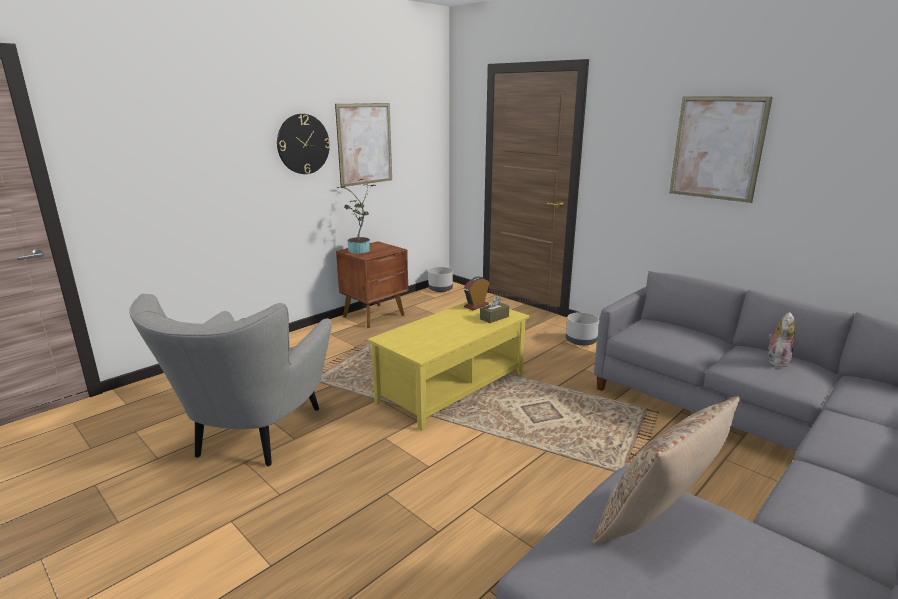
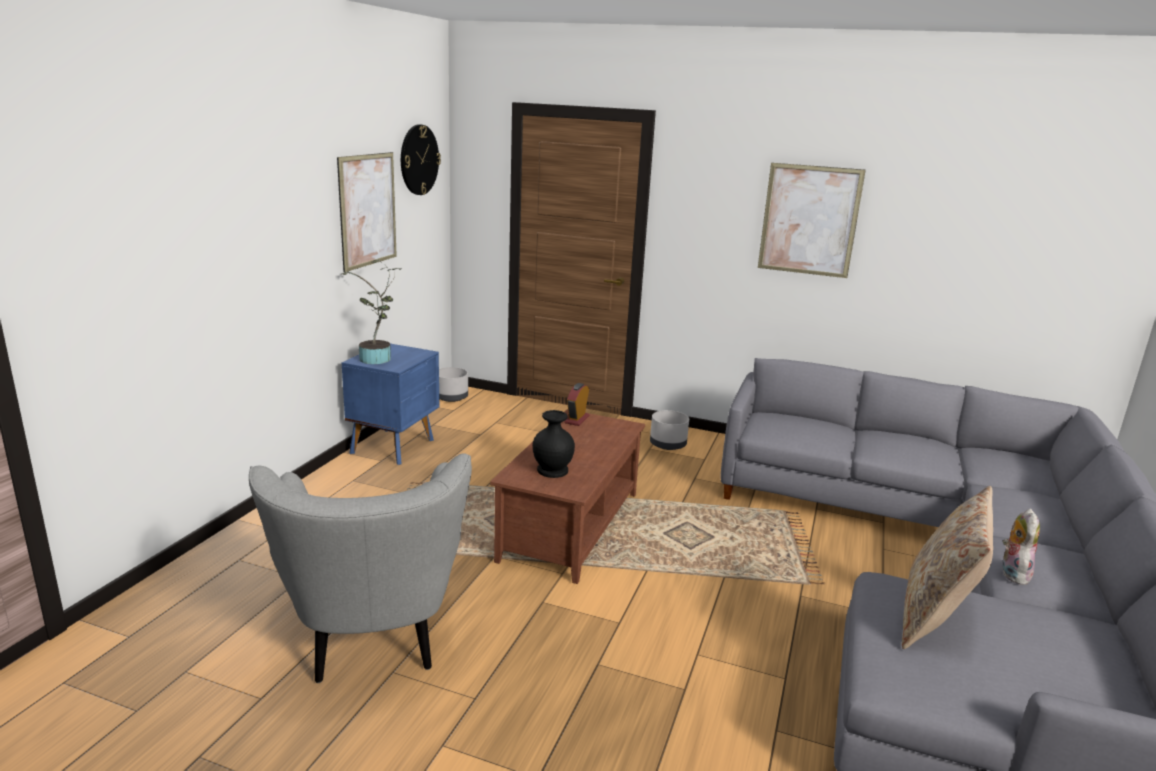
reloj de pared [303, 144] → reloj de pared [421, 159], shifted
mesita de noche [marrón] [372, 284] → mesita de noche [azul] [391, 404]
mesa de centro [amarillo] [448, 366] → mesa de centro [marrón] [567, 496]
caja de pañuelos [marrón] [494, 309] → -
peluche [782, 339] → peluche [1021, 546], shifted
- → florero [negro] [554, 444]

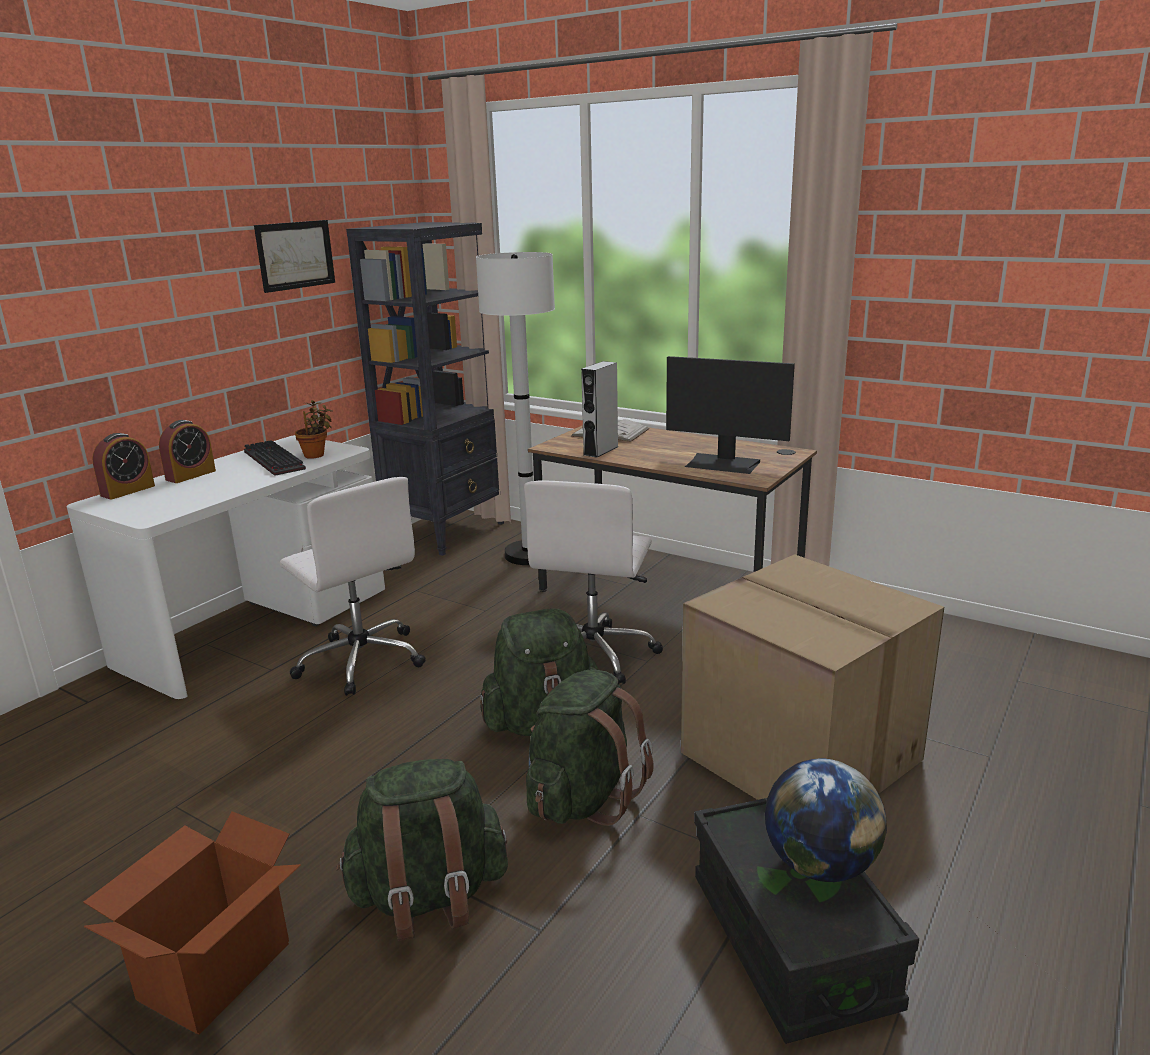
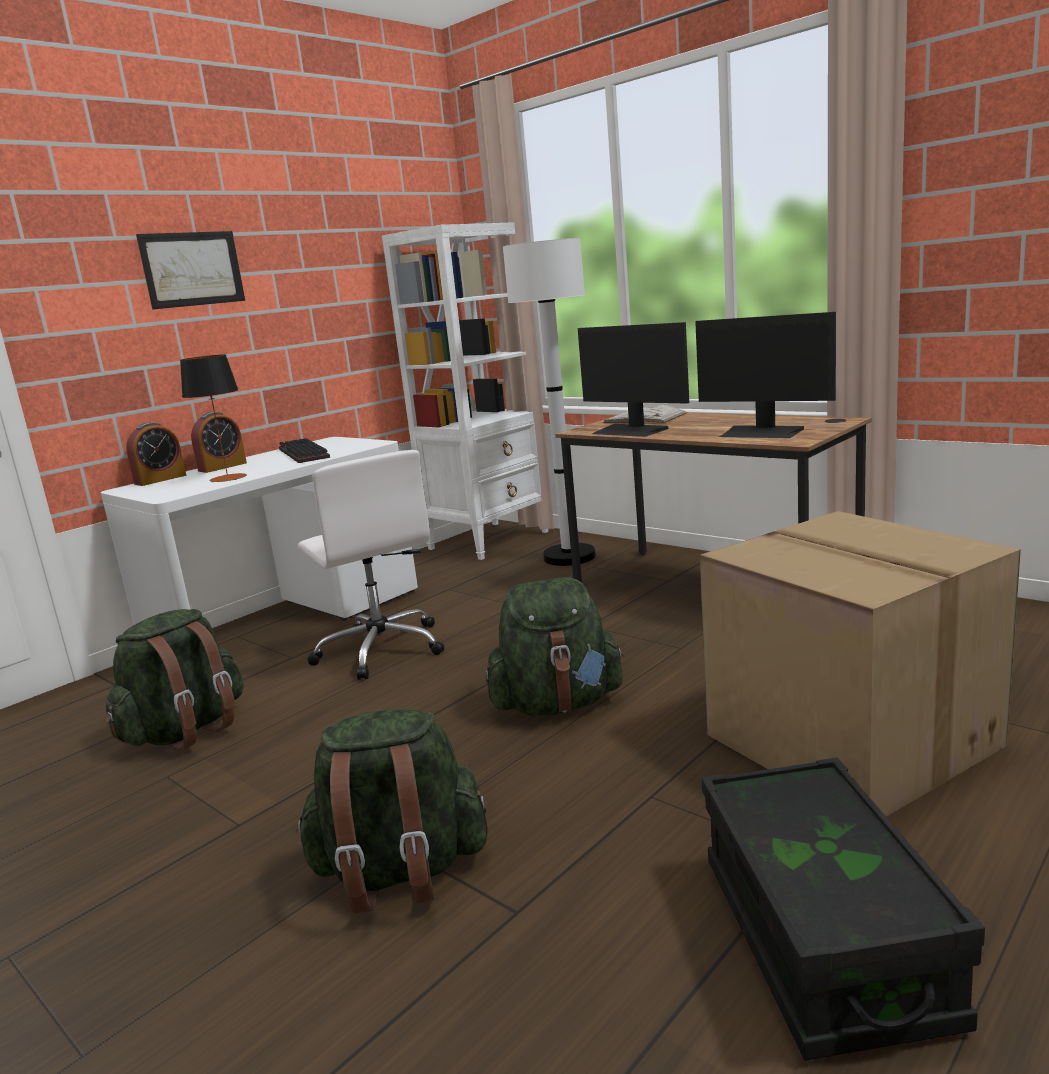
caja de cartón [192, 923] → -
cuadro [294, 256] → cuadro [190, 270], shifted
planta en maceta [314, 429] → -
estantería [negro] [425, 389] → estantería [blanco] [465, 391]
silla de oficina [blanco] [593, 582] → -
mochila [verde] [590, 748] → mochila [verde] [175, 680], shifted
altavoz [gris] [599, 409] → monitor [633, 379]
globo terráqueo [826, 820] → -
- → lámpara de mesa [213, 418]

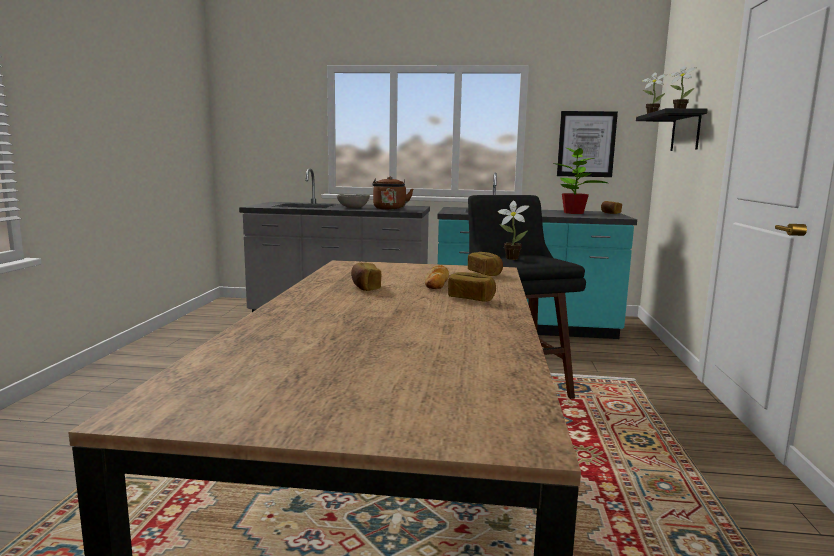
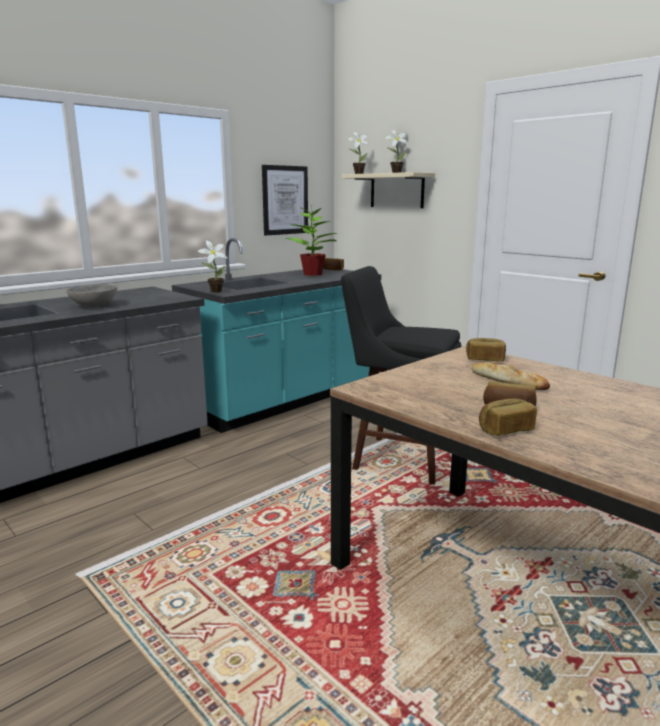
hervidor [marrón] [392, 193] → -
pan [472, 287] → pan [508, 417], shifted
planta en maceta [513, 230] → planta en maceta [212, 266], shifted
estante [negro] [672, 129] → estante [beis] [388, 190]

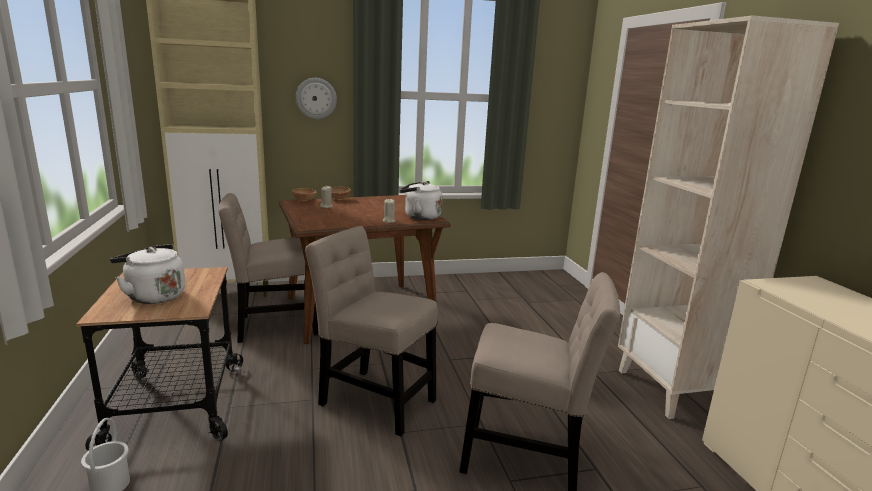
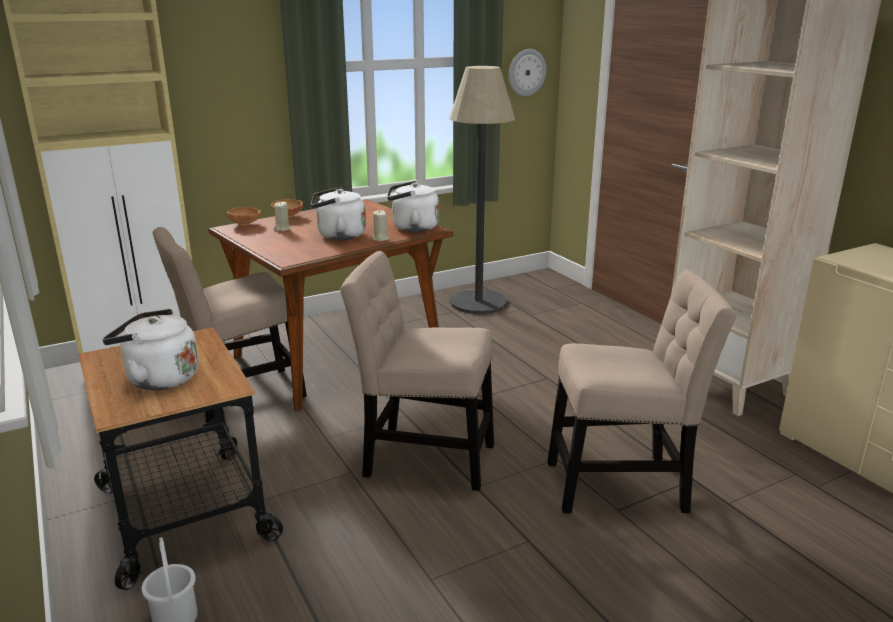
reloj de pared [316, 98] → reloj de pared [527, 72], shifted
- → hervidor [blanco] [338, 213]
- → lámpara de pie [482, 190]

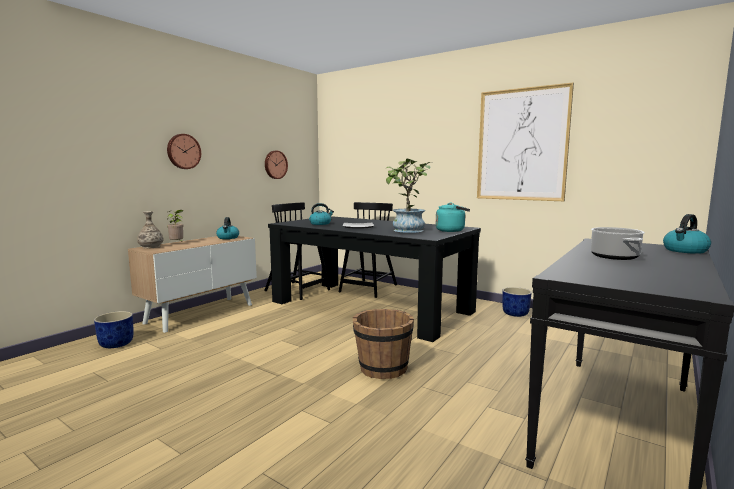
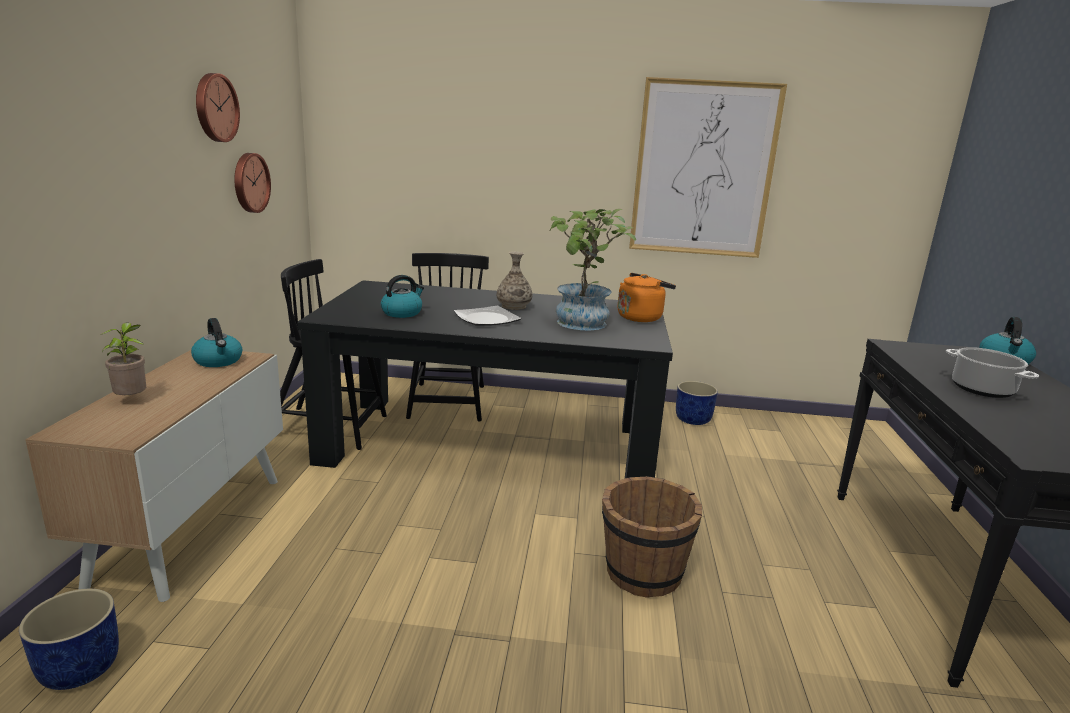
florero [150, 230] → florero [514, 281], shifted
reloj de pared [184, 151] → reloj de pared [218, 107], shifted
hervidor [turquesa] [453, 217] → hervidor [naranja] [646, 297]

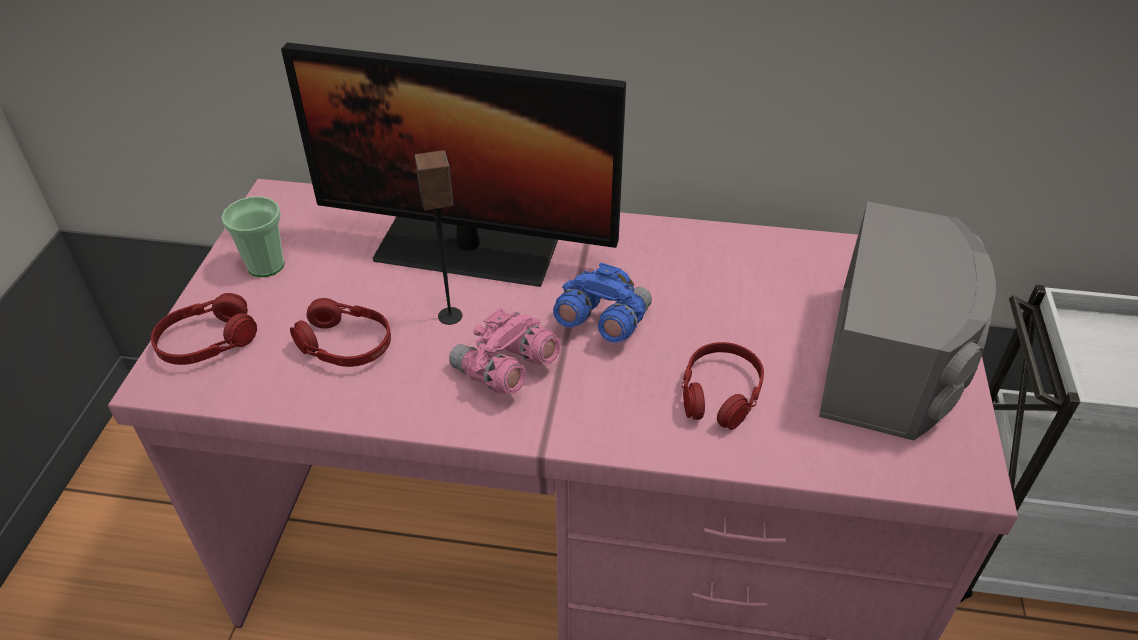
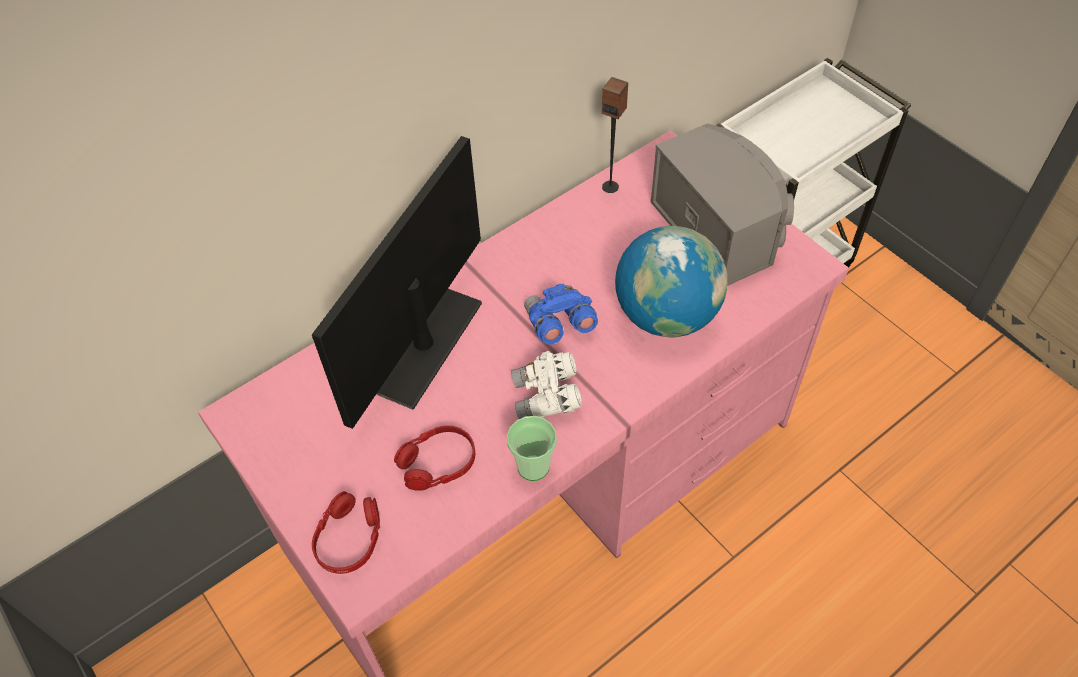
taza [253, 236] → taza [532, 448], shifted
monitor [453, 165] → monitor [397, 282], 150 degrees clockwise
altavoz [438, 237] → altavoz [615, 135], shifted
prismáticos [rosa] [505, 351] → prismáticos [blanco] [546, 385]
auriculares [rojo] [723, 386] → globo terráqueo [671, 282]

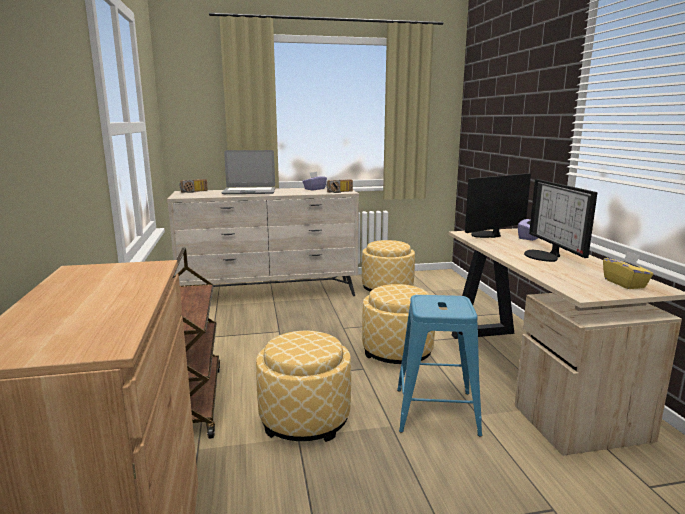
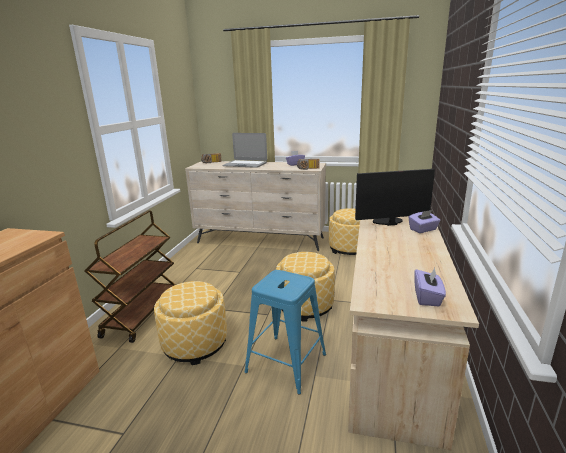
monitor [560, 220] → -
caja de pañuelos [amarillo] [628, 270] → caja de pañuelos [morado] [430, 287]

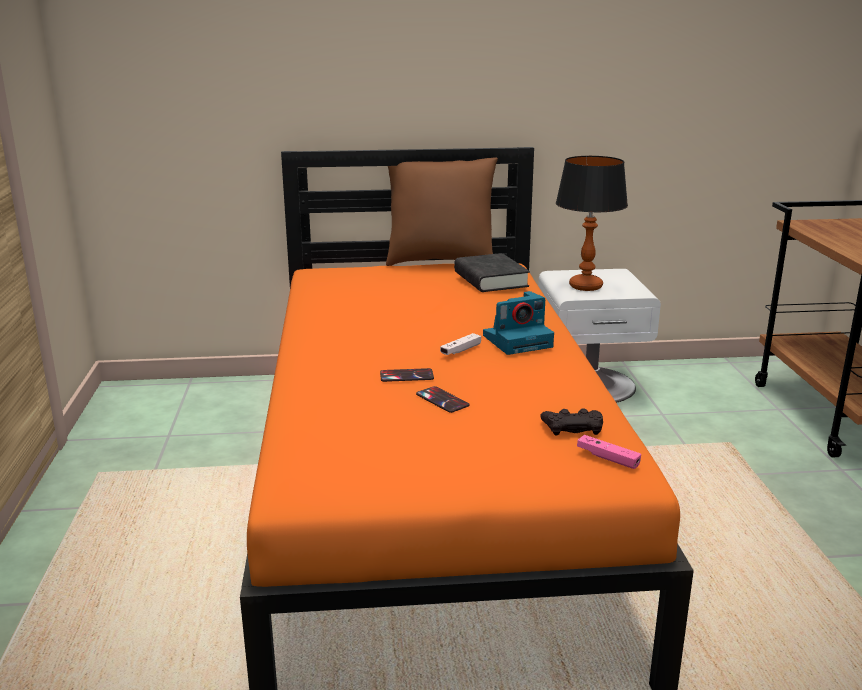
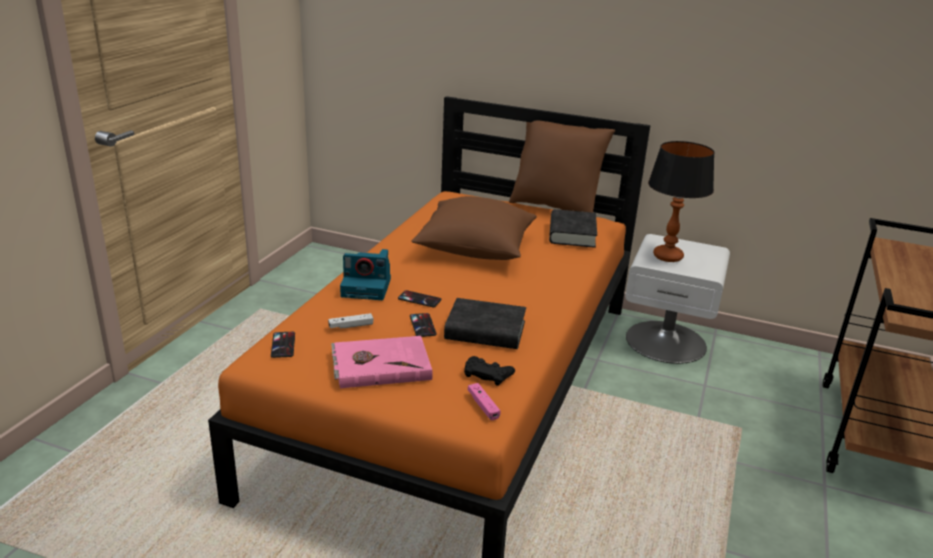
mando de consola [blanco] [460, 344] → mando de consola [blanco] [351, 321], shifted
cámara [518, 323] → cámara [365, 274], shifted
- → móvil [283, 345]
- → libro [rosa] [382, 362]
- → cojín [marrón] [474, 228]
- → libro [negro] [485, 323]

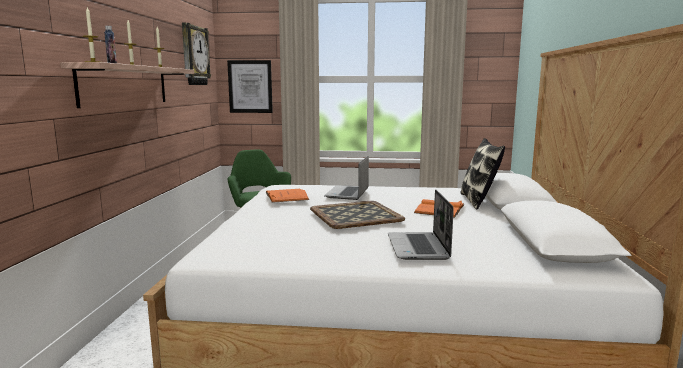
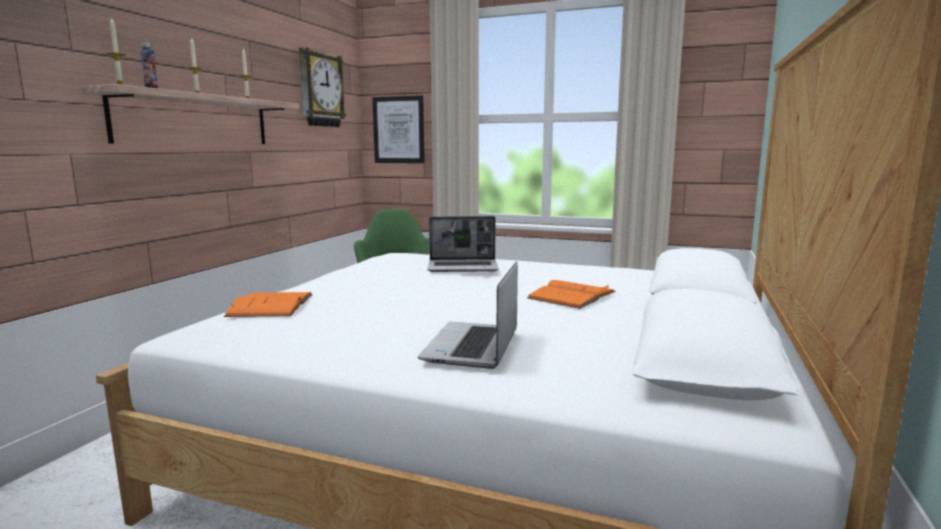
libro [naranja] [287, 196] → libro [naranja] [268, 304], shifted
bandeja [357, 215] → -
portátil [346, 178] → portátil [463, 244], 120 degrees counterclockwise
cojín [482, 173] → -

